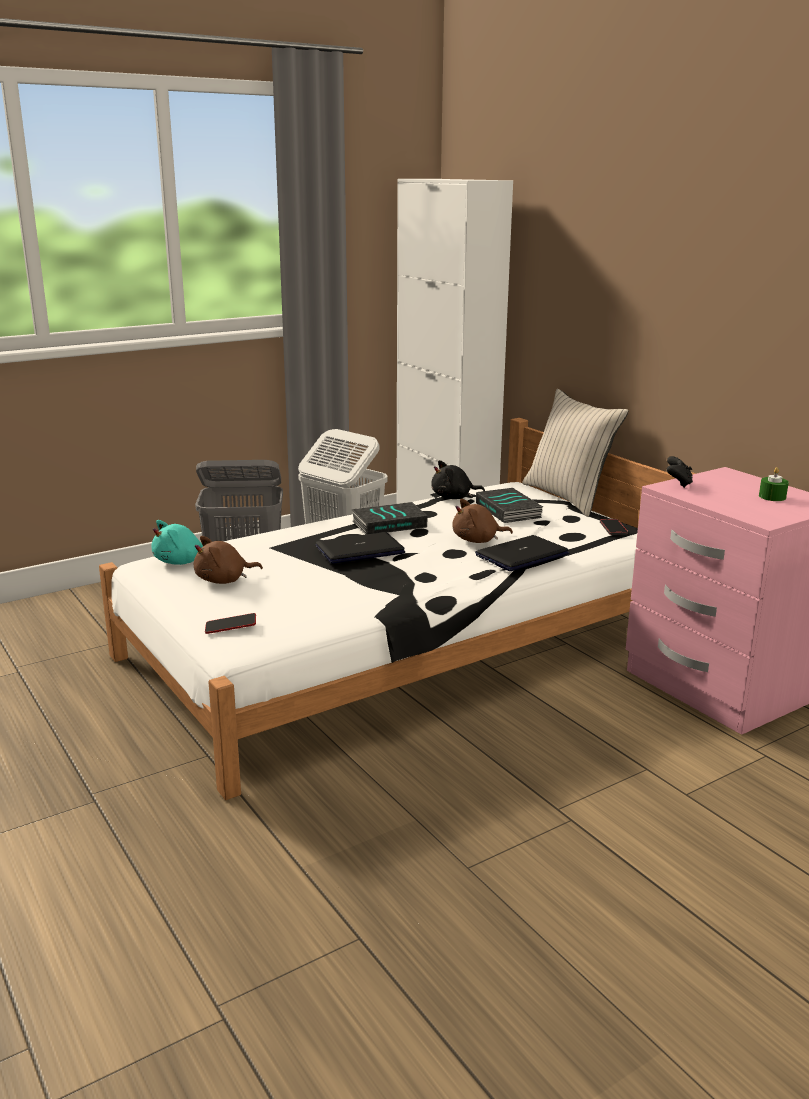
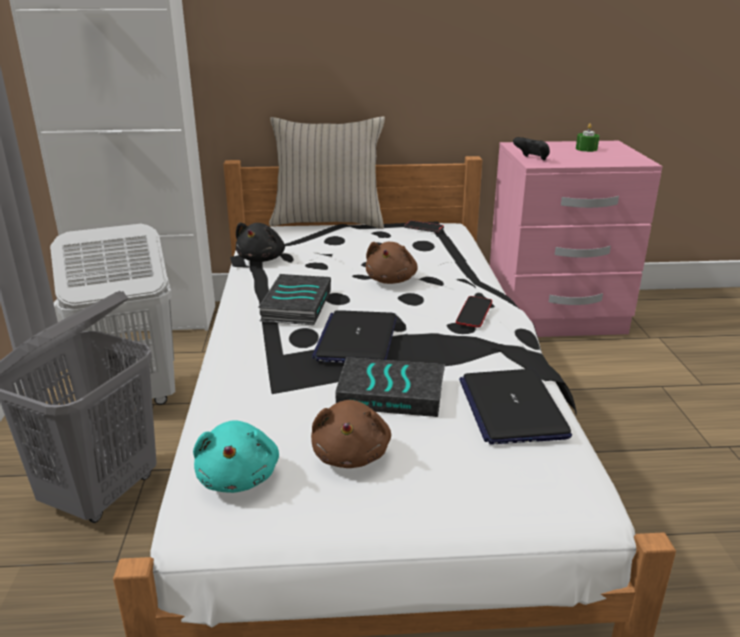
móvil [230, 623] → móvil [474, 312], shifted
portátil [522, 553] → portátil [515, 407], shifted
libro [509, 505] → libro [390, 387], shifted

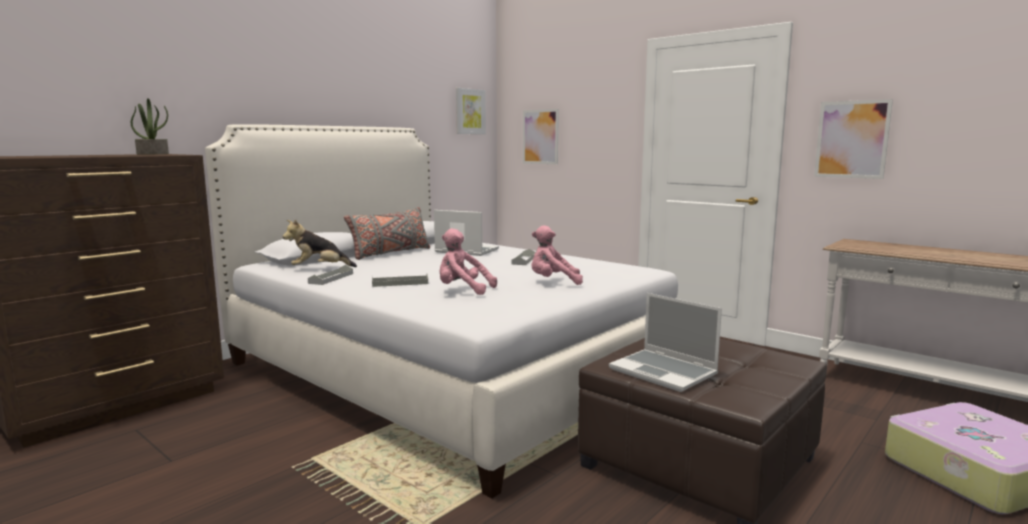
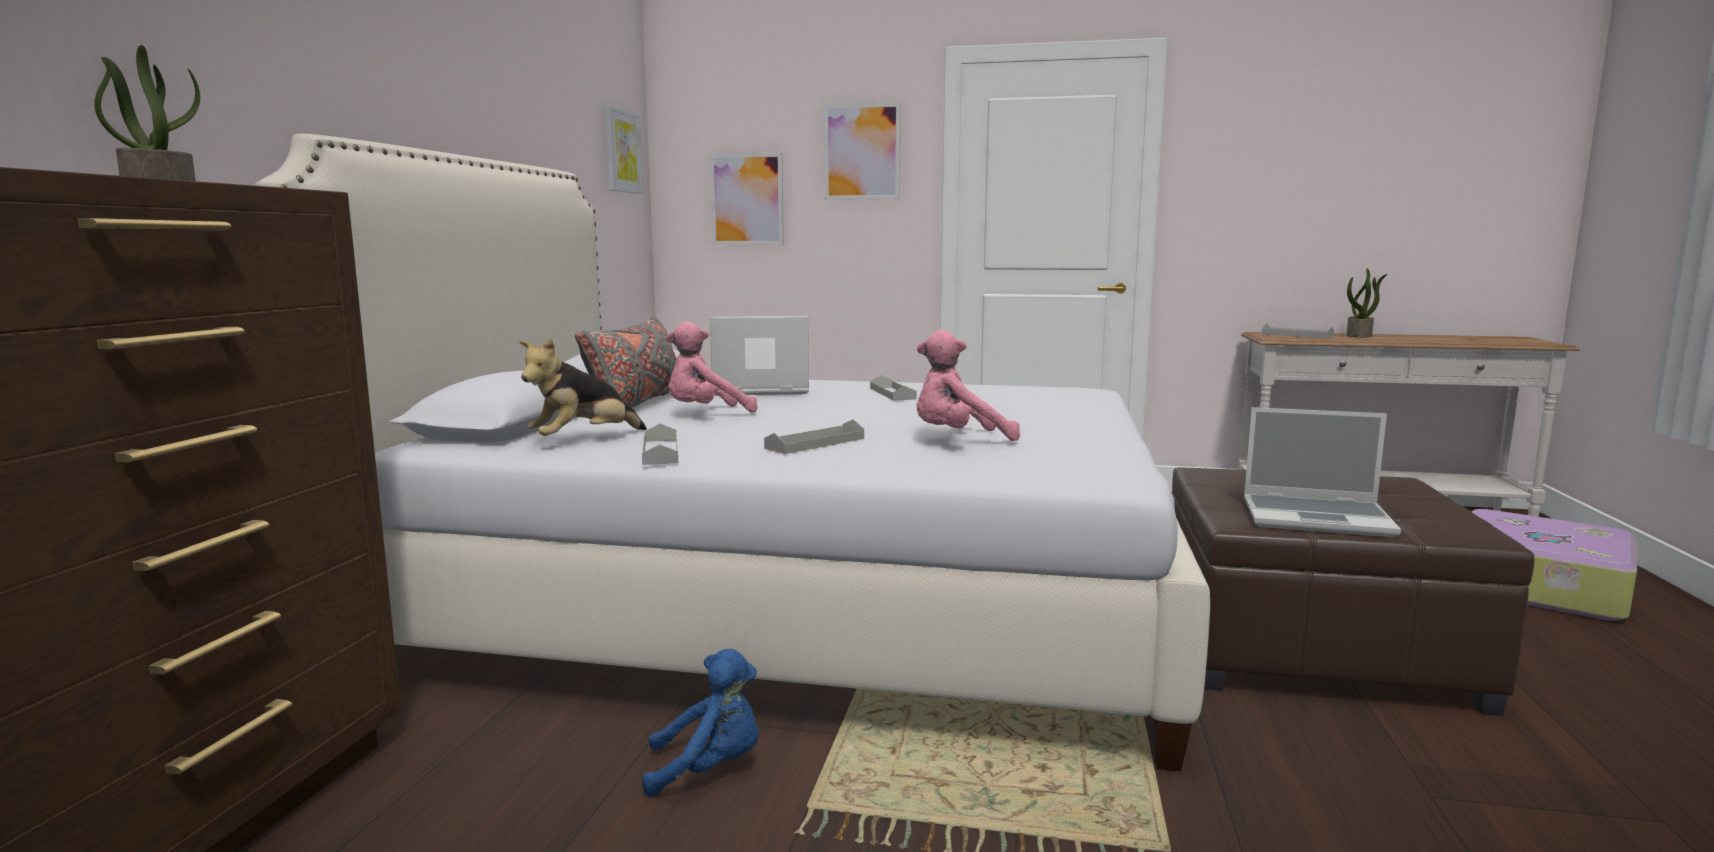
peluche [rosa] [557, 255] → peluche [rosa] [712, 366], shifted
cuadro [853, 139] → cuadro [862, 151], shifted
- → peluche [azul] [700, 723]
- → bandeja [gris] [1297, 331]
- → planta en maceta [1366, 303]

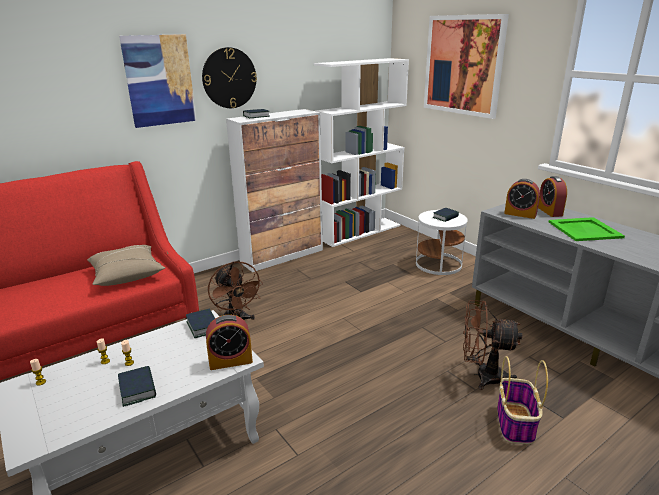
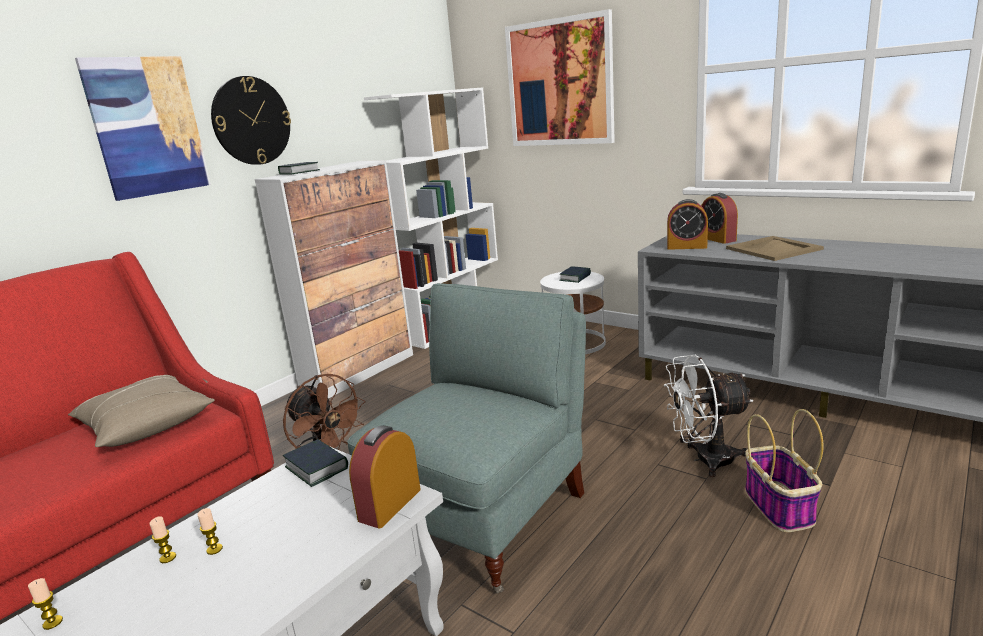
libro [137, 386] → -
despertador [229, 342] → despertador [385, 477], 150 degrees clockwise
ventilador [marrón] [492, 345] → ventilador [blanco] [709, 416]
bandeja [verde] [587, 229] → bandeja [beis] [775, 248]
- → sillón [gris] [466, 438]

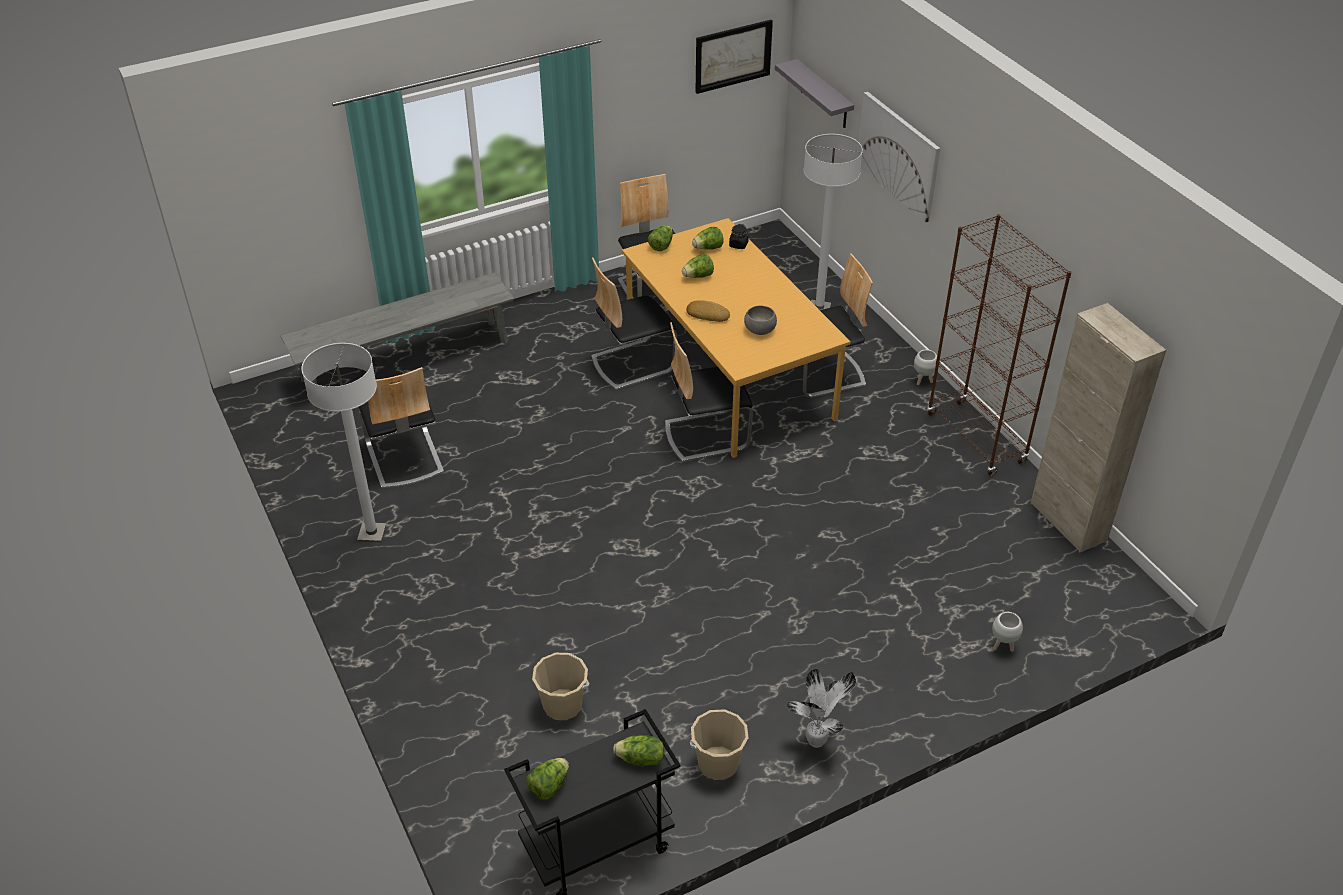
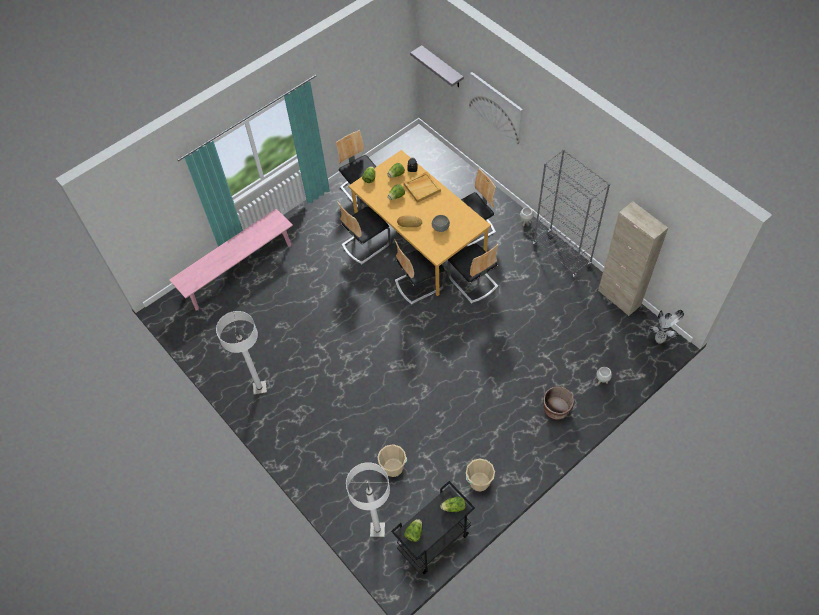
banco [gris] [397, 328] → banco [rosa] [231, 259]
silla [401, 427] → silla [473, 273], shifted
cuadro [734, 57] → -
planta en maceta [821, 708] → planta en maceta [666, 327], shifted
lámpara de pie [blanco] [833, 222] → lámpara de pie [blanco] [368, 499], shifted
estantería [marrón] [999, 345] → estantería [gris] [571, 213]
- → bandeja [beis] [422, 187]
- → maceta [marrón] [558, 403]

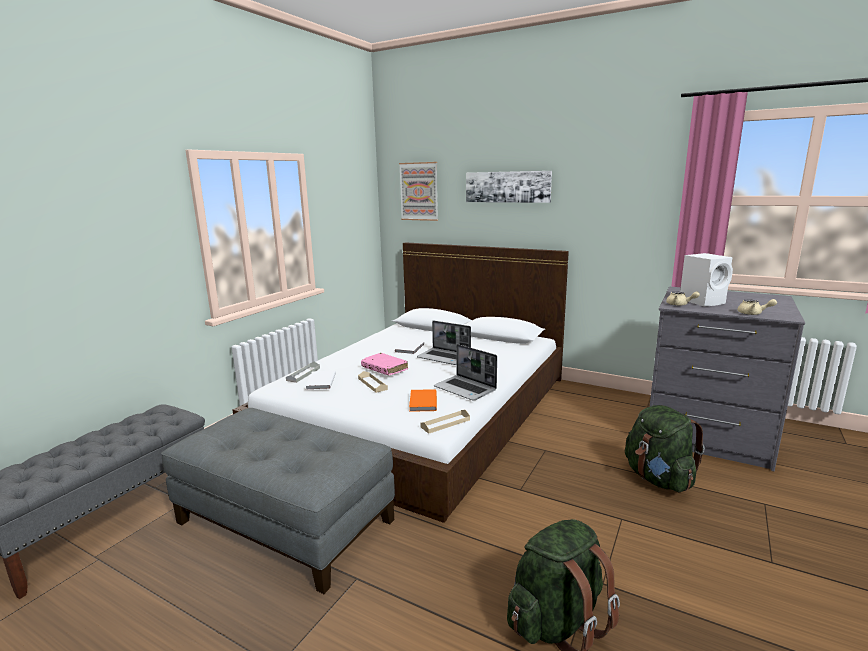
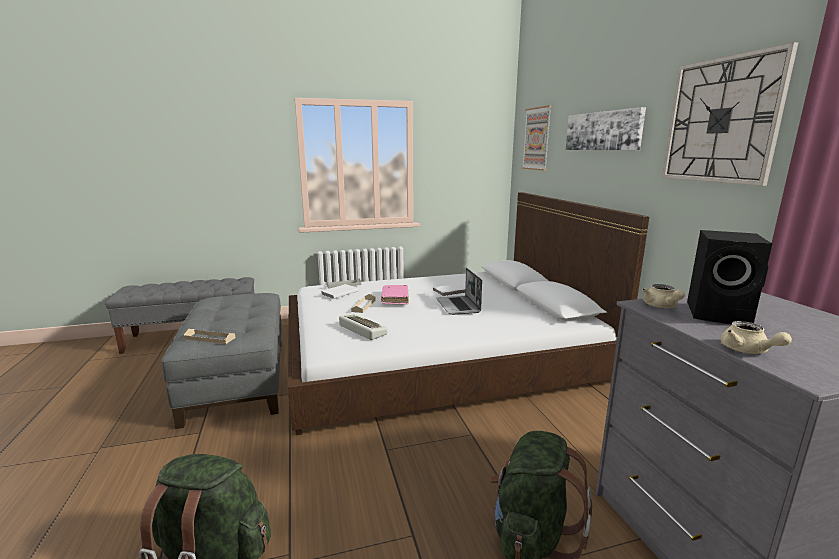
libro [naranja] [423, 400] → teclado [363, 327]
bandeja [beis] [445, 422] → bandeja [beis] [209, 336], shifted
portátil [465, 372] → -
altavoz [blanco] [706, 279] → altavoz [negro] [729, 277]
- → reloj de pared [730, 114]

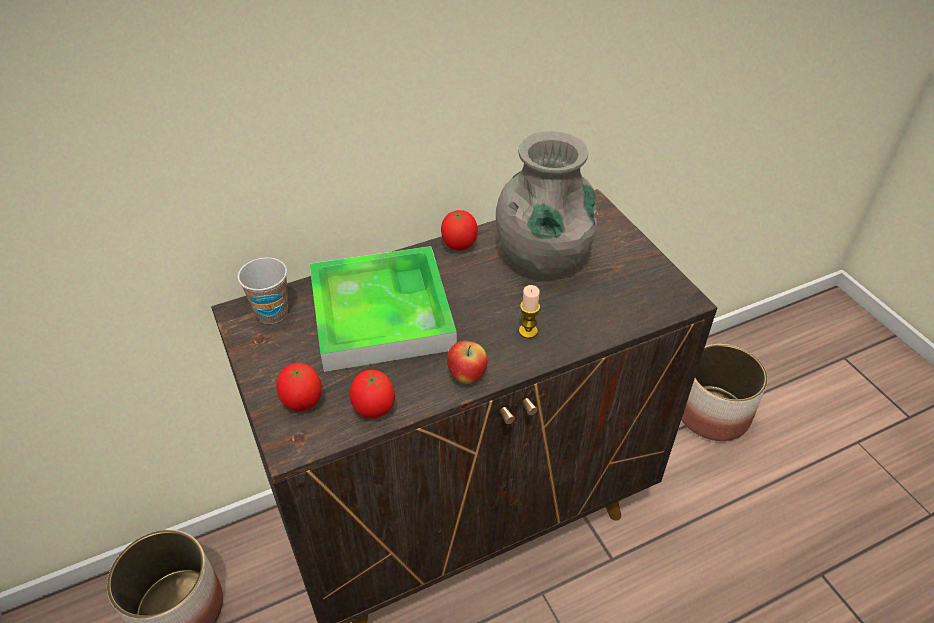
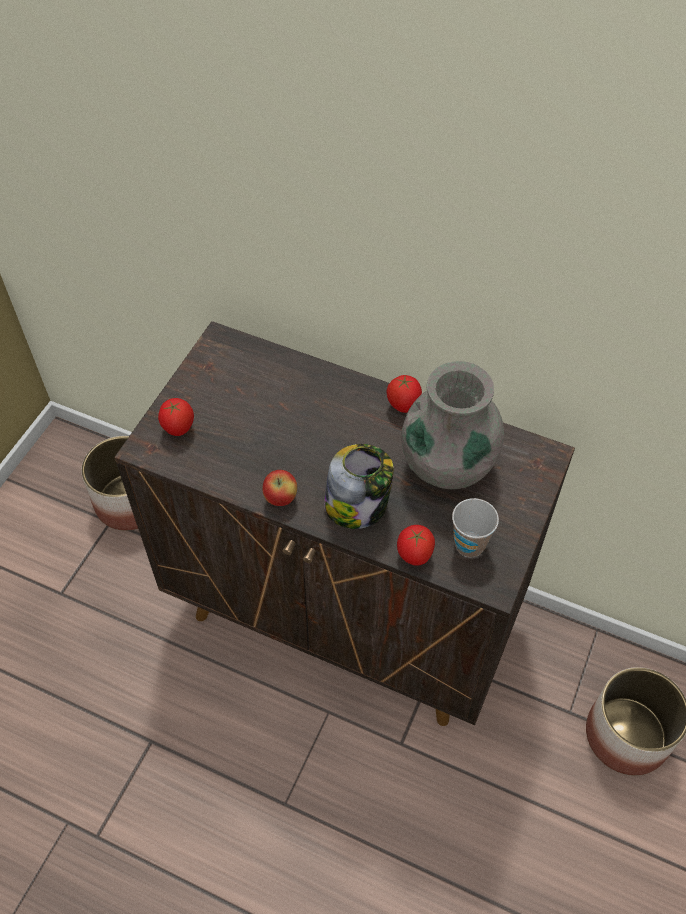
taza [263, 290] → taza [475, 528], shifted
bandeja [383, 309] → -
tomate [372, 394] → tomate [416, 545], shifted
vela [529, 312] → tarro [359, 486]

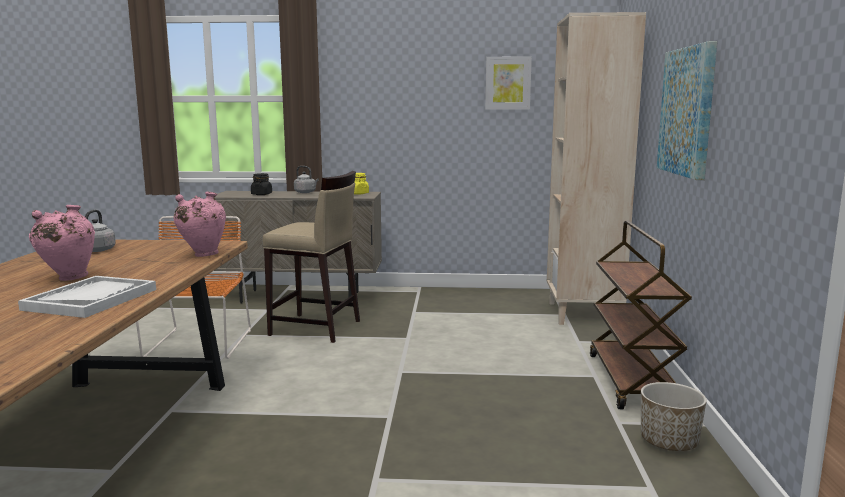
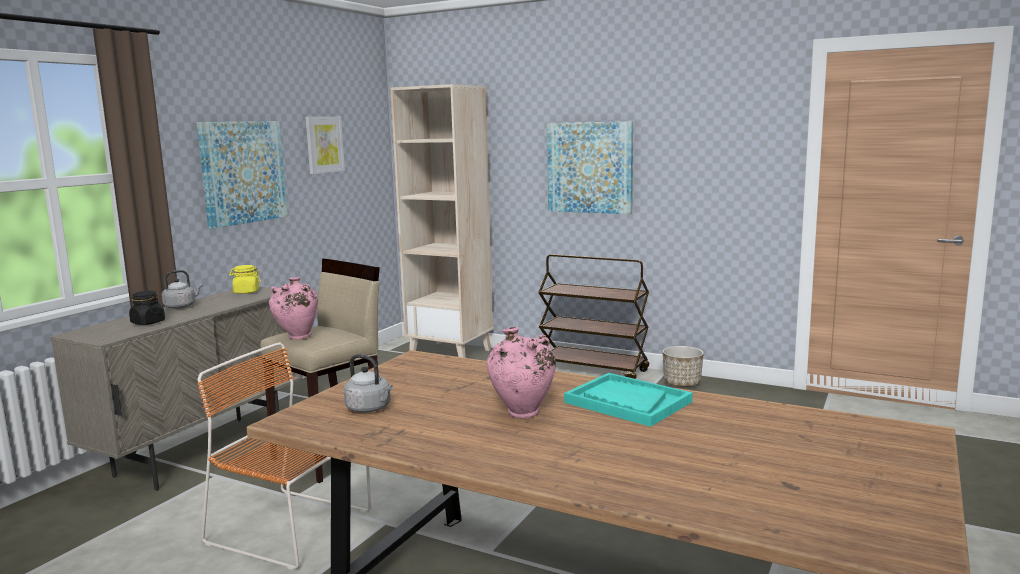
bandeja [blanco] [87, 297] → bandeja [turquesa] [628, 400]
florero [rosa] [200, 224] → florero [rosa] [293, 308], shifted
- → cuadro [242, 175]

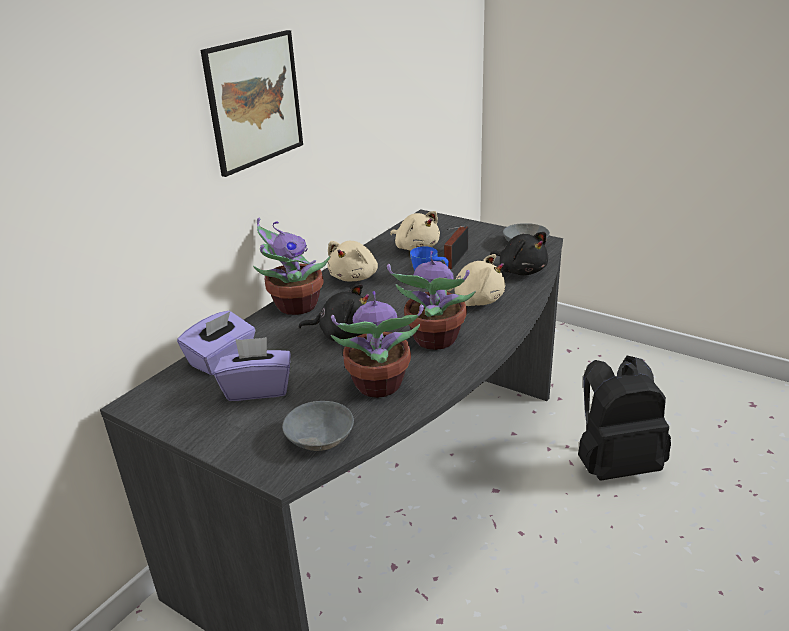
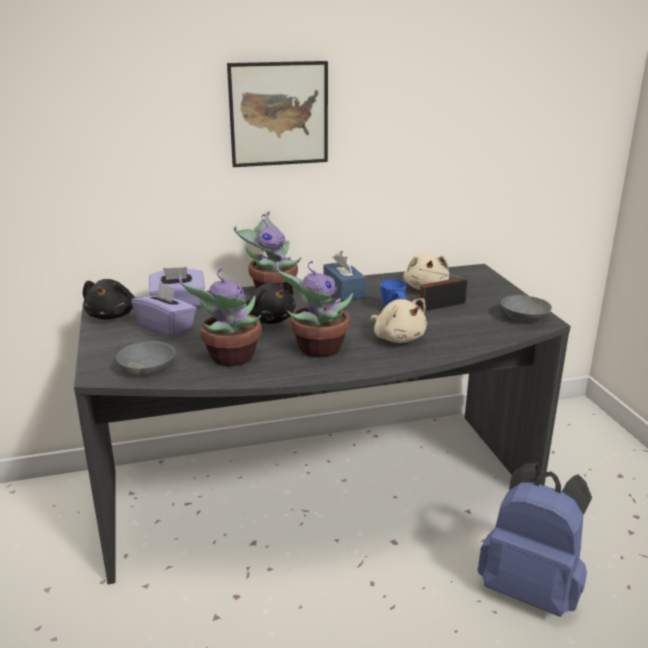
peluche [beis] [352, 261] → caja de pañuelos [azul] [345, 276]
peluche [negro] [519, 253] → peluche [negro] [109, 299], shifted
mochila [negro] [624, 418] → mochila [azul] [535, 539]

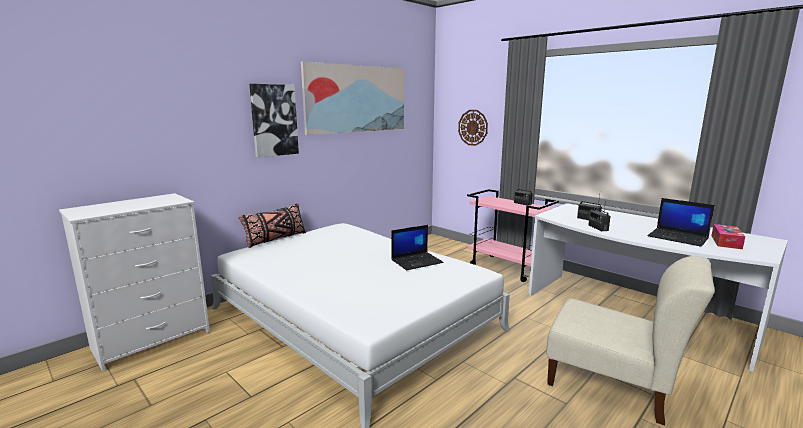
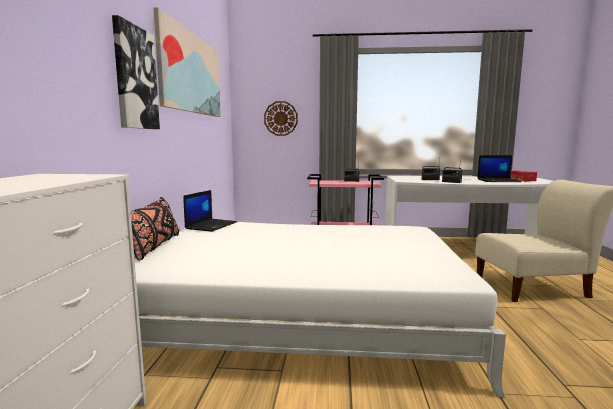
portátil [417, 247] → portátil [210, 211], shifted

